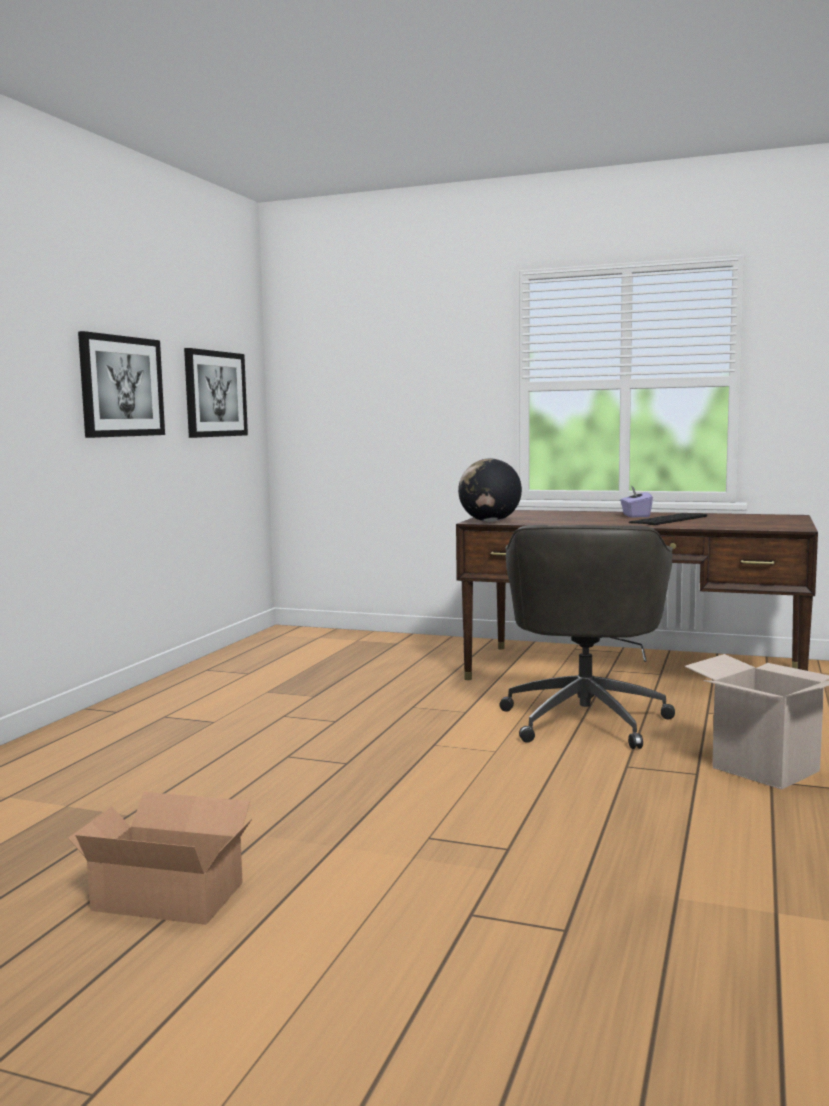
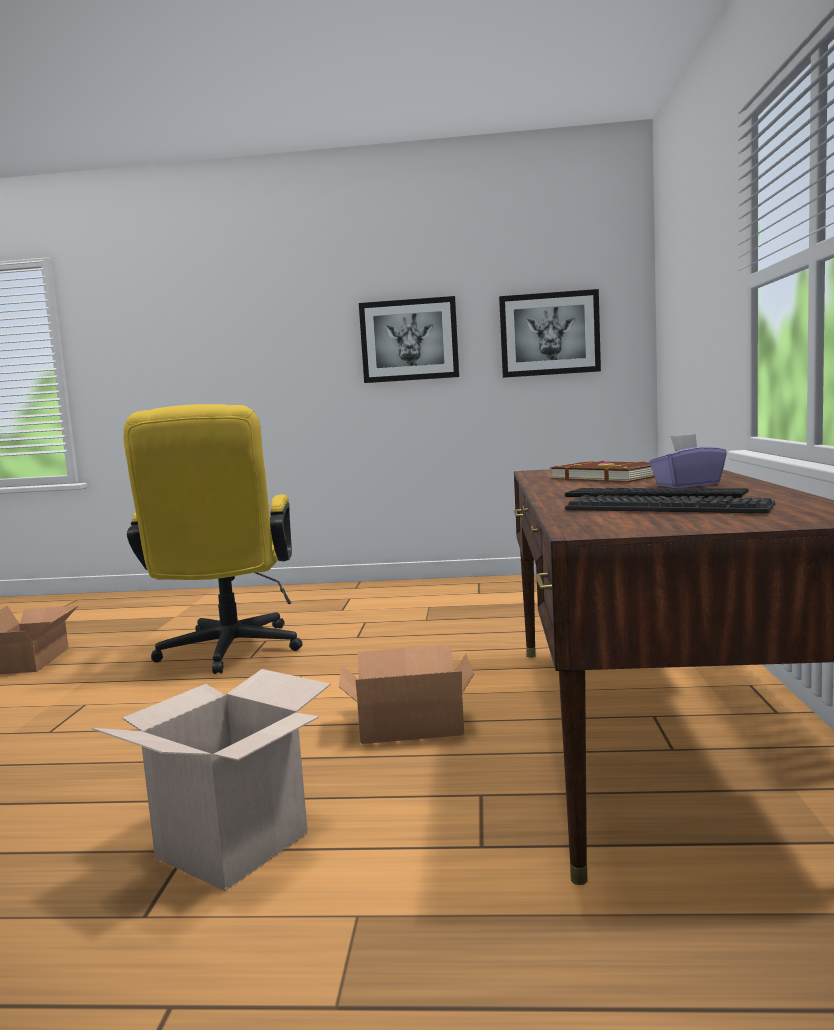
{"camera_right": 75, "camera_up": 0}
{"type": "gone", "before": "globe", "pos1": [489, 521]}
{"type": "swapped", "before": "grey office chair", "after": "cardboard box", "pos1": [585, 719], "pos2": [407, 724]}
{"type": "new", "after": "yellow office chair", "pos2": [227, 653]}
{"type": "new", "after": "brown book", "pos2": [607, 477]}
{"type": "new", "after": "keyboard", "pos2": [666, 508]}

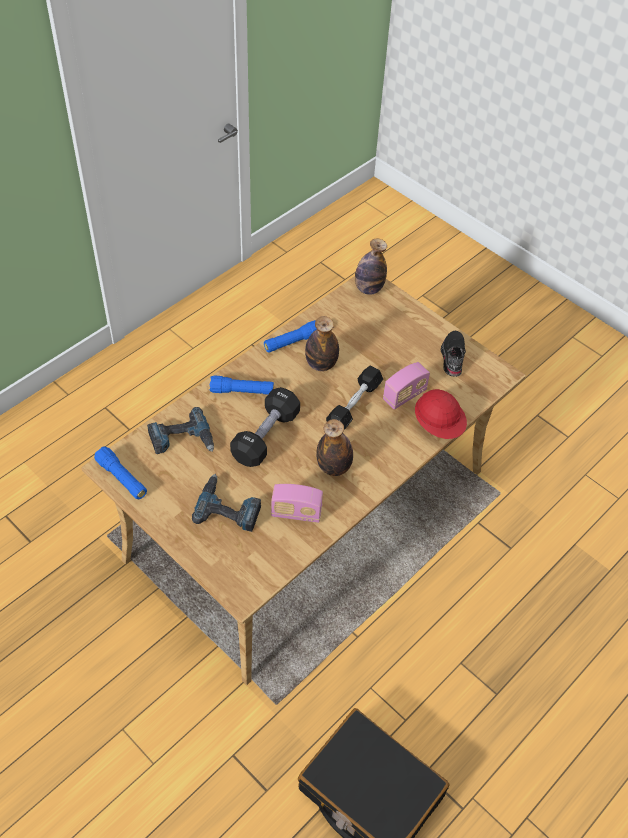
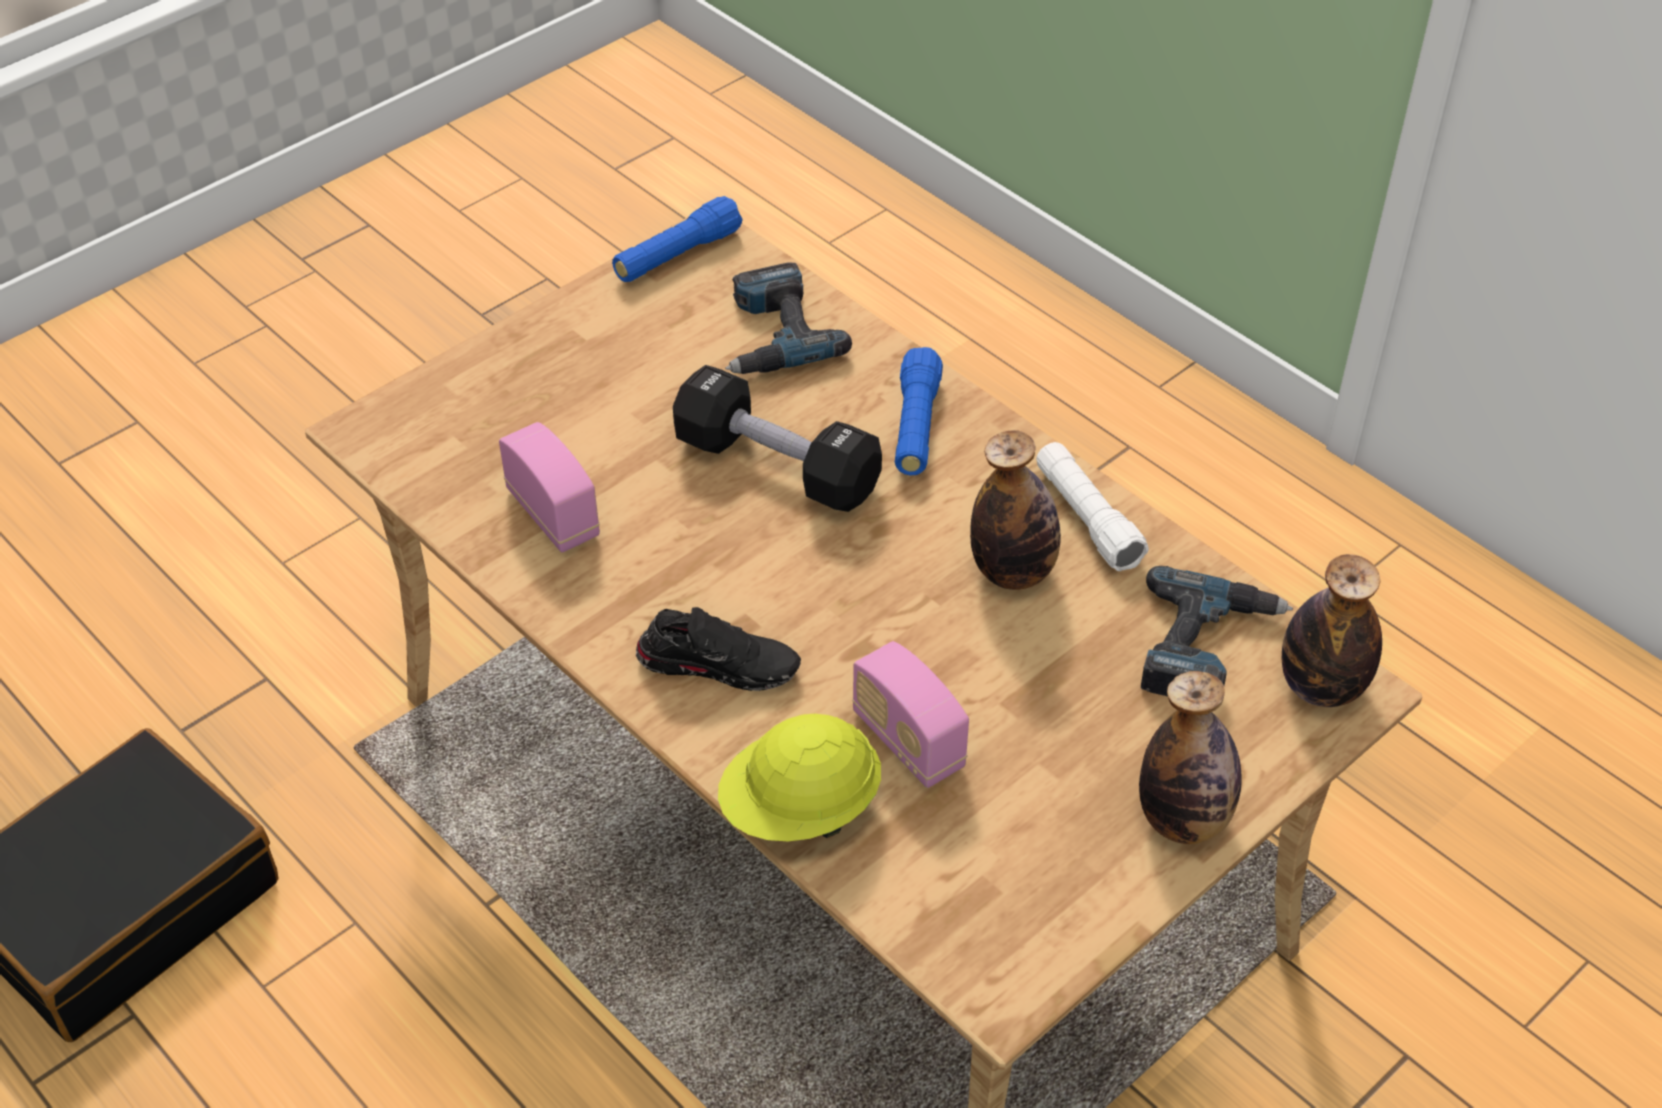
{"camera_right": 95, "camera_up": -5}
{"type": "shifted", "before": "power drill", "pos1": [229, 507], "pos2": [1206, 647]}
{"type": "repainted", "before": "blue flashlight", "after": "white flashlight", "pos1": [292, 342], "pos2": [1087, 519]}
{"type": "rotated", "before": "radio", "pos1": [296, 513], "pos2": [553, 514], "turn": 135}
{"type": "shifted", "before": "bottle", "pos1": [334, 467], "pos2": [1183, 820]}
{"type": "gone", "before": "black dumbbell", "pos1": [354, 405]}
{"type": "repainted", "before": "red hard hat", "after": "yellow hard hat", "pos1": [438, 425], "pos2": [800, 809]}
{"type": "shifted", "before": "black shoe", "pos1": [451, 357], "pos2": [719, 663]}

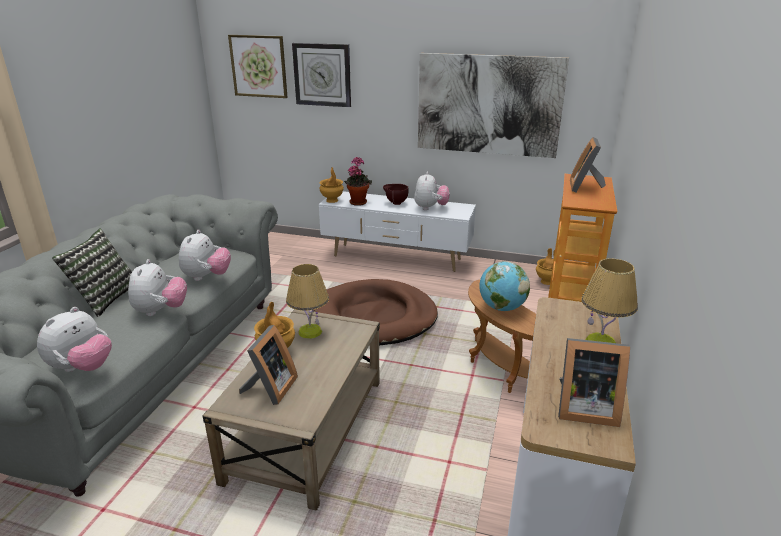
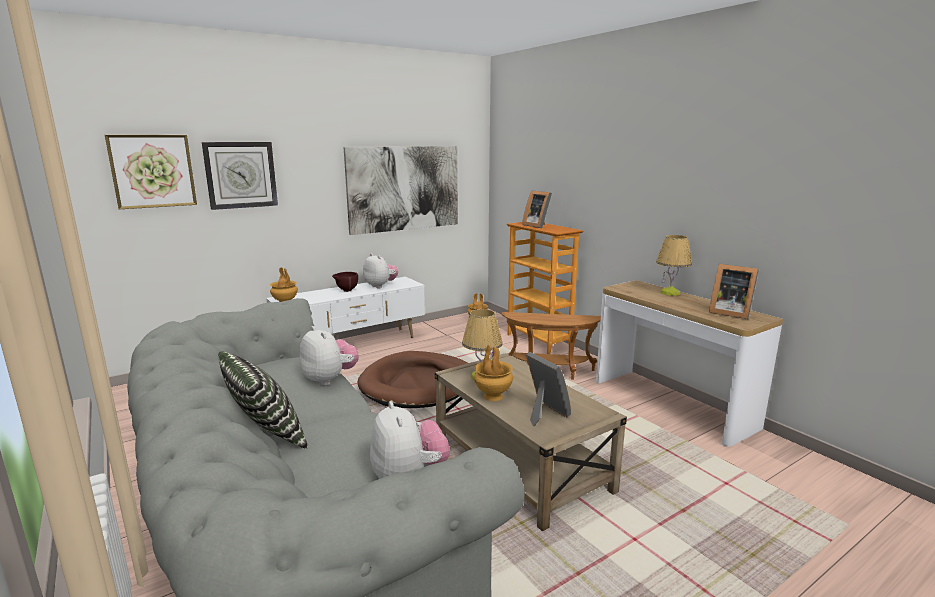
{"camera_right": -50, "camera_up": -10}
{"type": "gone", "before": "plush toy", "pos1": [161, 311]}
{"type": "gone", "before": "potted plant", "pos1": [358, 202]}
{"type": "gone", "before": "globe", "pos1": [501, 308]}
{"type": "rotated", "before": "picture frame", "pos1": [583, 408], "pos2": [729, 312], "turn": 75}

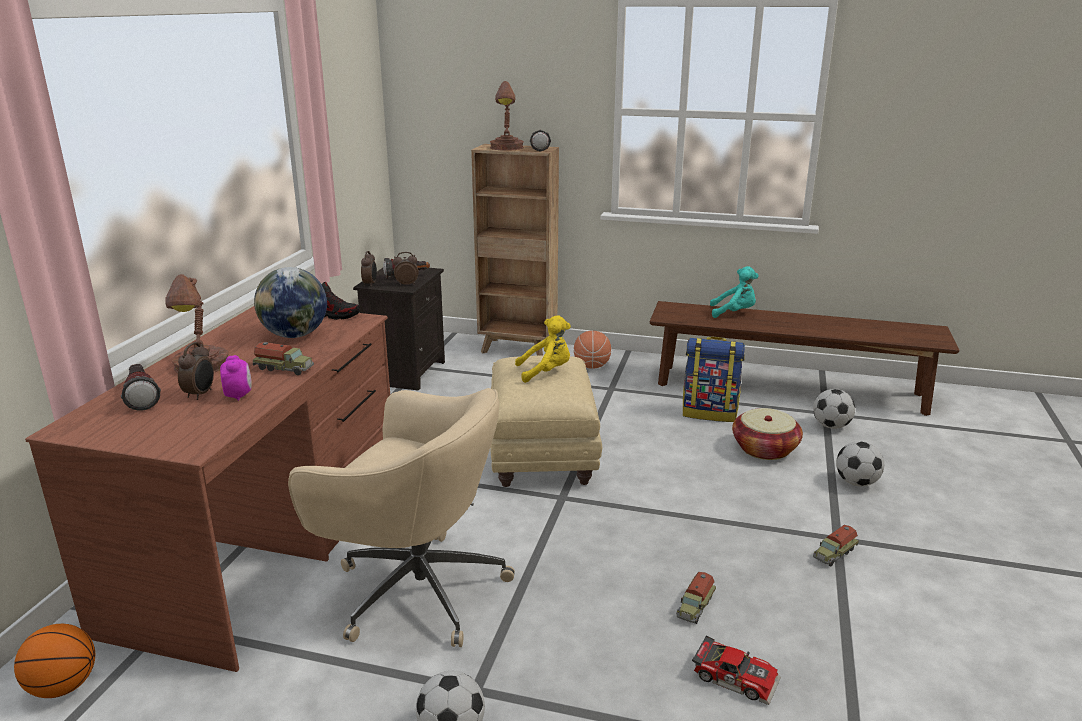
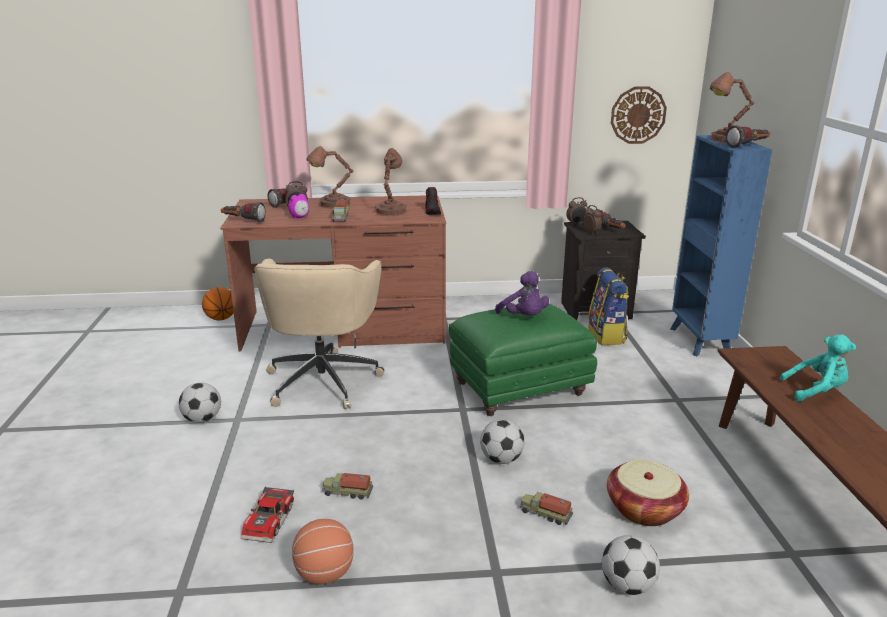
{"camera_right": 70, "camera_up": 0}
{"type": "swapped", "before": "globe", "after": "brown table lamp", "pos1": [295, 335], "pos2": [391, 210]}
{"type": "repainted", "before": "brown bookcase", "after": "blue bookcase", "pos1": [518, 349], "pos2": [700, 341]}
{"type": "repainted", "before": "beige ottoman", "after": "green ottoman", "pos1": [543, 456], "pos2": [518, 390]}
{"type": "repainted", "before": "yellow plush toy", "after": "purple plush toy", "pos1": [546, 372], "pos2": [524, 317]}
{"type": "shifted", "before": "basketball", "pos1": [592, 366], "pos2": [324, 574]}
{"type": "shifted", "before": "backpack", "pos1": [710, 412], "pos2": [607, 335]}
{"type": "rotated", "before": "turquoise plush toy", "pos1": [734, 313], "pos2": [816, 391], "turn": -75}
{"type": "shifted", "before": "football", "pos1": [831, 426], "pos2": [501, 459]}
{"type": "shifted", "before": "toy truck", "pos1": [834, 554], "pos2": [545, 514]}
{"type": "new", "after": "flashlight", "pos2": [243, 221]}
{"type": "new", "after": "wall clock", "pos2": [638, 115]}

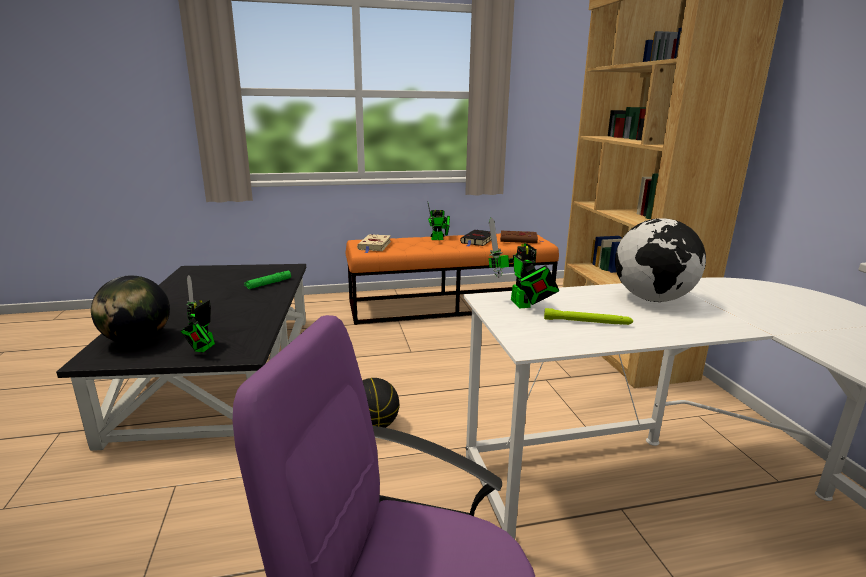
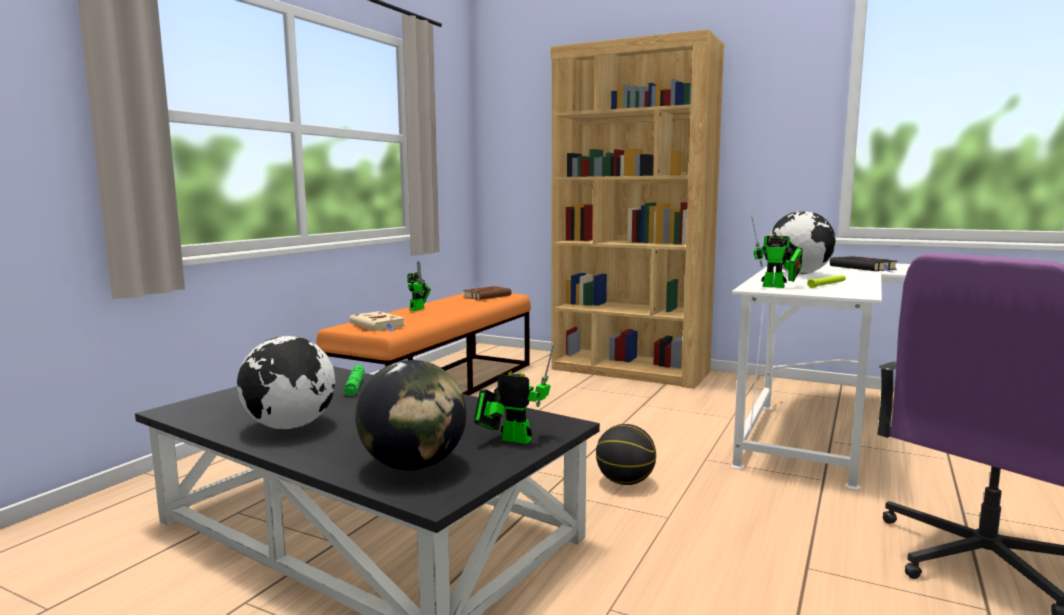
{"camera_right": -50, "camera_up": -10}
{"type": "rotated", "before": "toy robot", "pos1": [202, 349], "pos2": [511, 439], "turn": 150}
{"type": "shifted", "before": "black book", "pos1": [477, 241], "pos2": [864, 268]}
{"type": "new", "after": "globe", "pos2": [290, 427]}

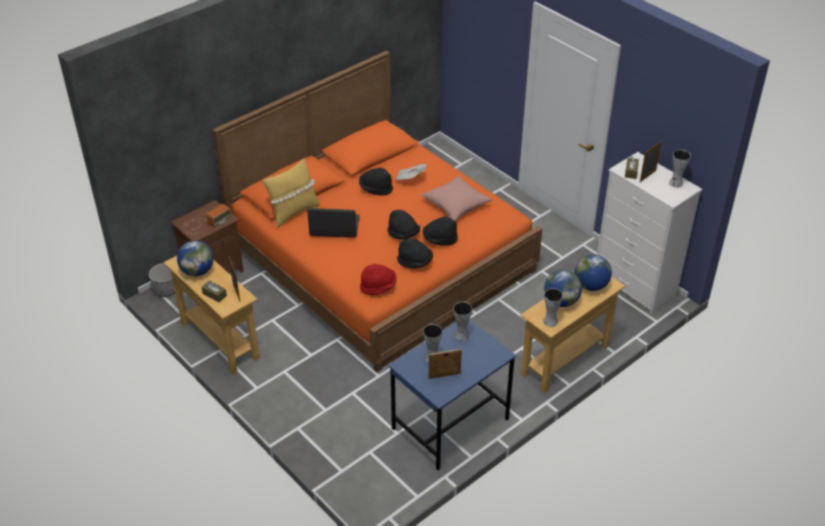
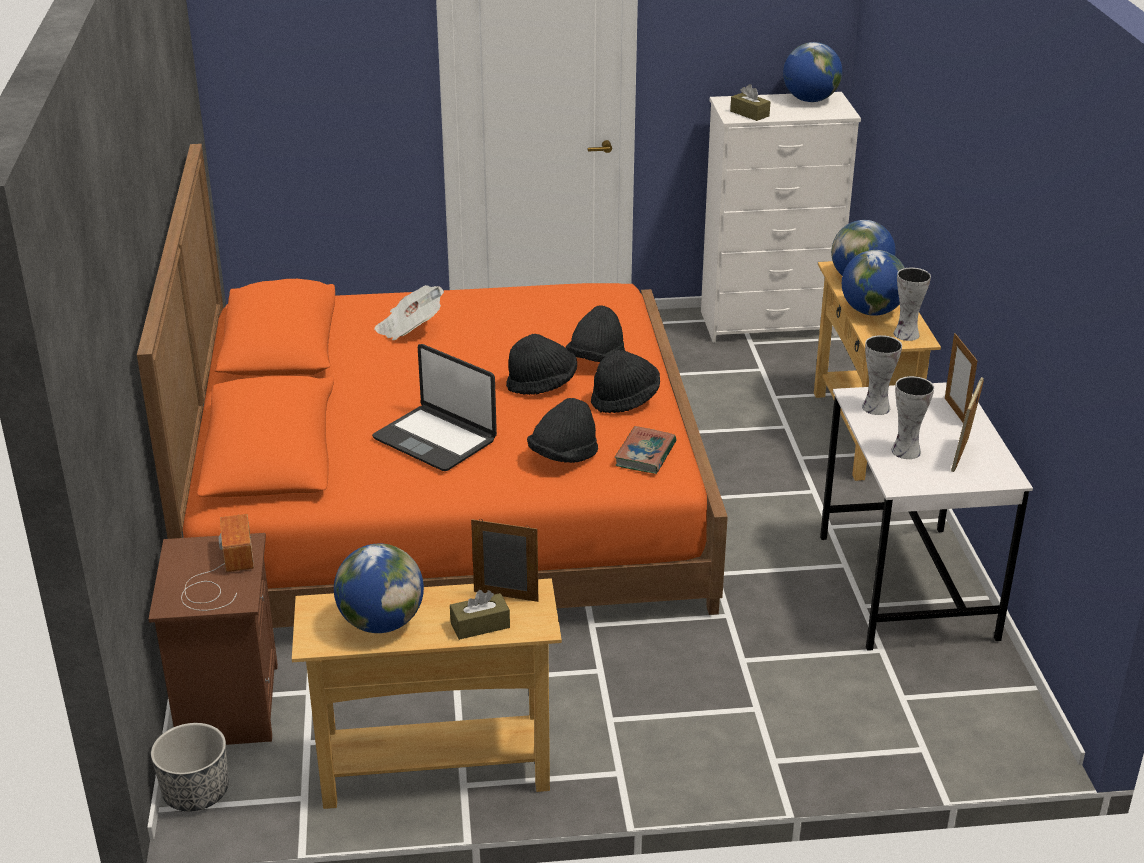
{"camera_right": -55, "camera_up": -10}
{"type": "gone", "before": "yellow pillow", "pos1": [293, 212]}
{"type": "rotated", "before": "laptop", "pos1": [334, 227], "pos2": [435, 439], "turn": -90}
{"type": "shifted", "before": "black hat", "pos1": [375, 189], "pos2": [563, 456]}
{"type": "swapped", "before": "red hat", "after": "book", "pos1": [378, 287], "pos2": [645, 454]}
{"type": "repainted", "before": "blue desk", "after": "white desk", "pos1": [450, 424], "pos2": [907, 588]}
{"type": "gone", "before": "pink pillow", "pos1": [456, 205]}
{"type": "shifted", "before": "picture frame", "pos1": [647, 176], "pos2": [955, 412]}
{"type": "swapped", "before": "vase", "after": "globe", "pos1": [675, 183], "pos2": [810, 100]}

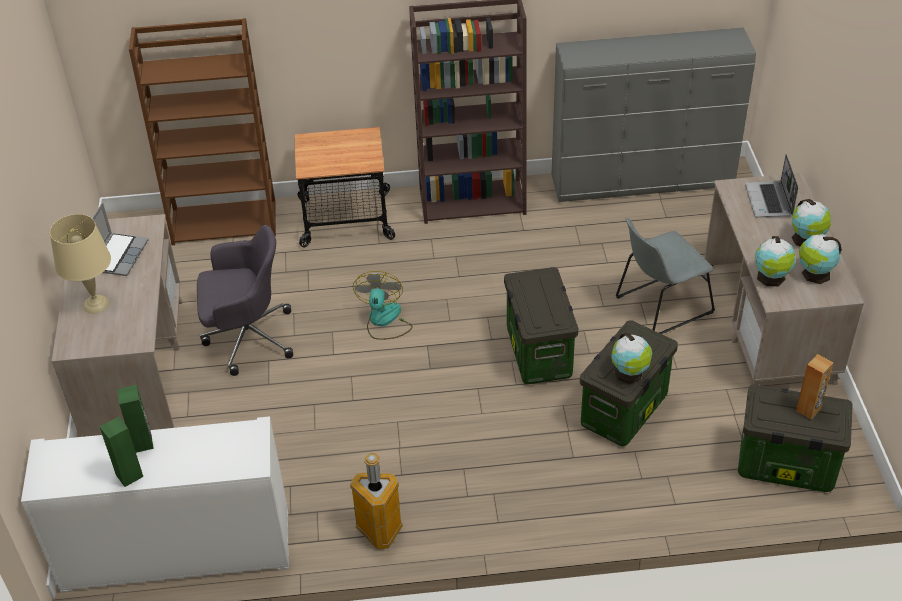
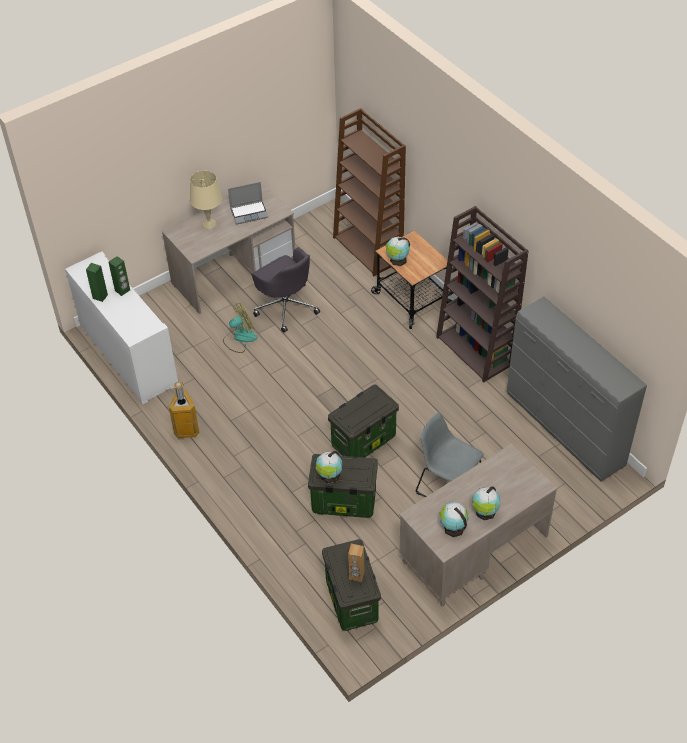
{"camera_right": 60, "camera_up": 5}
{"type": "shifted", "before": "fan", "pos1": [384, 321], "pos2": [239, 338]}
{"type": "gone", "before": "laptop", "pos1": [769, 201]}
{"type": "shifted", "before": "globe", "pos1": [771, 278], "pos2": [397, 260]}

